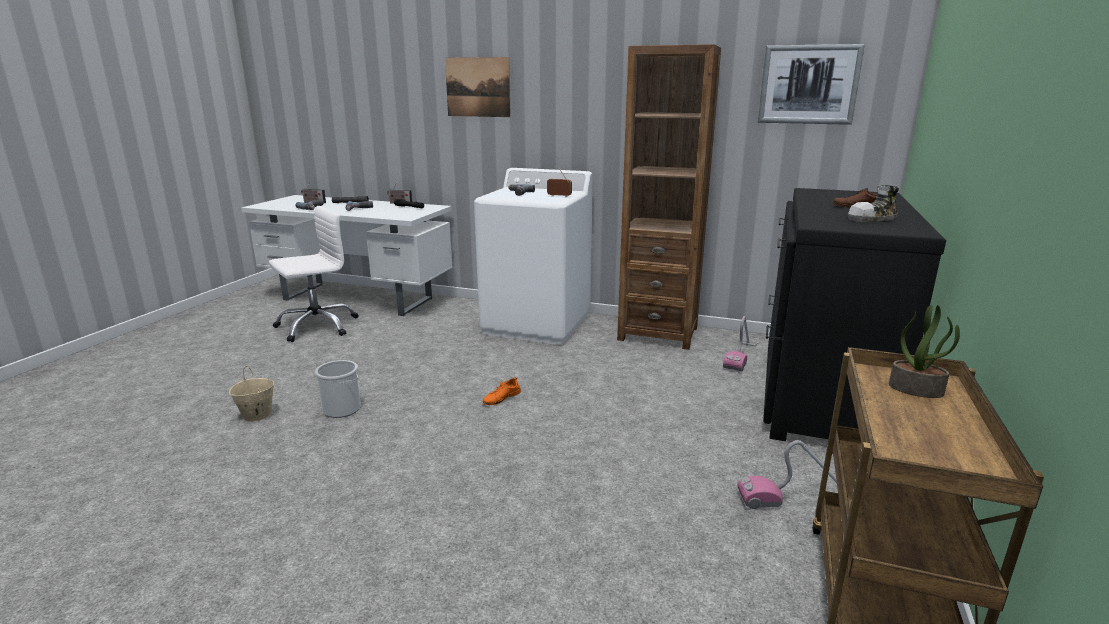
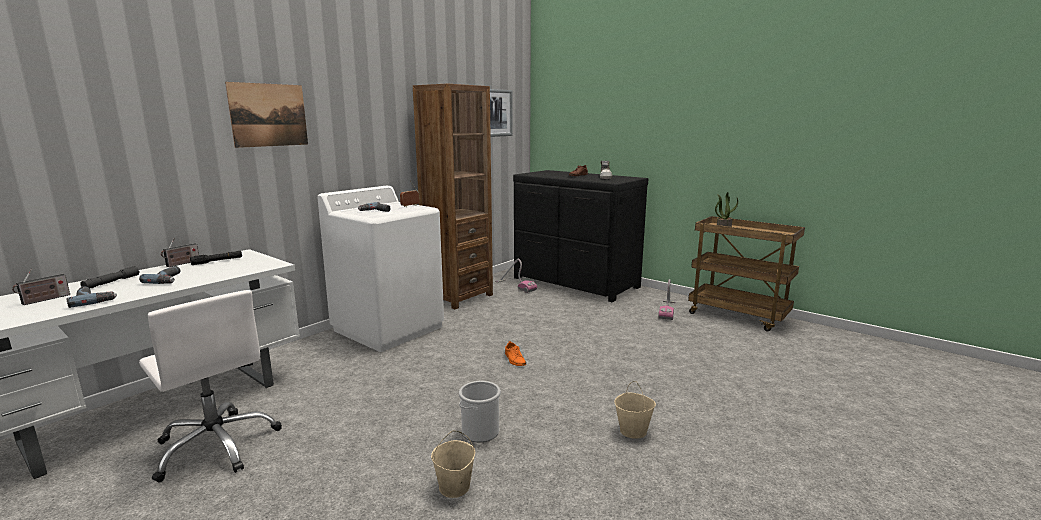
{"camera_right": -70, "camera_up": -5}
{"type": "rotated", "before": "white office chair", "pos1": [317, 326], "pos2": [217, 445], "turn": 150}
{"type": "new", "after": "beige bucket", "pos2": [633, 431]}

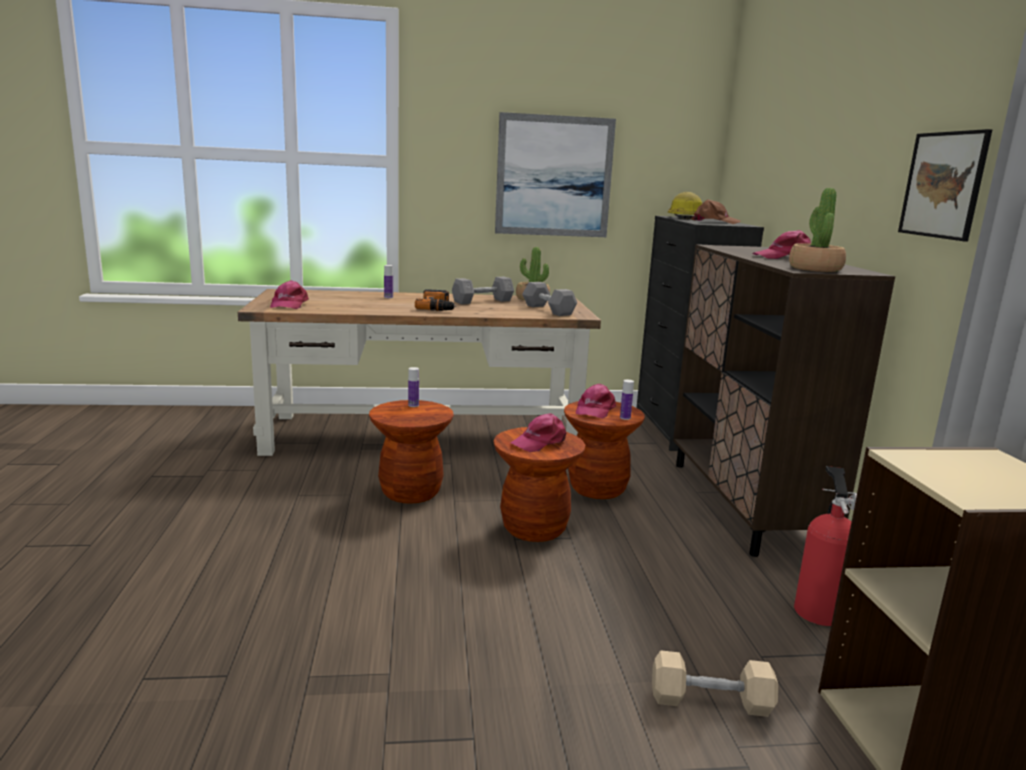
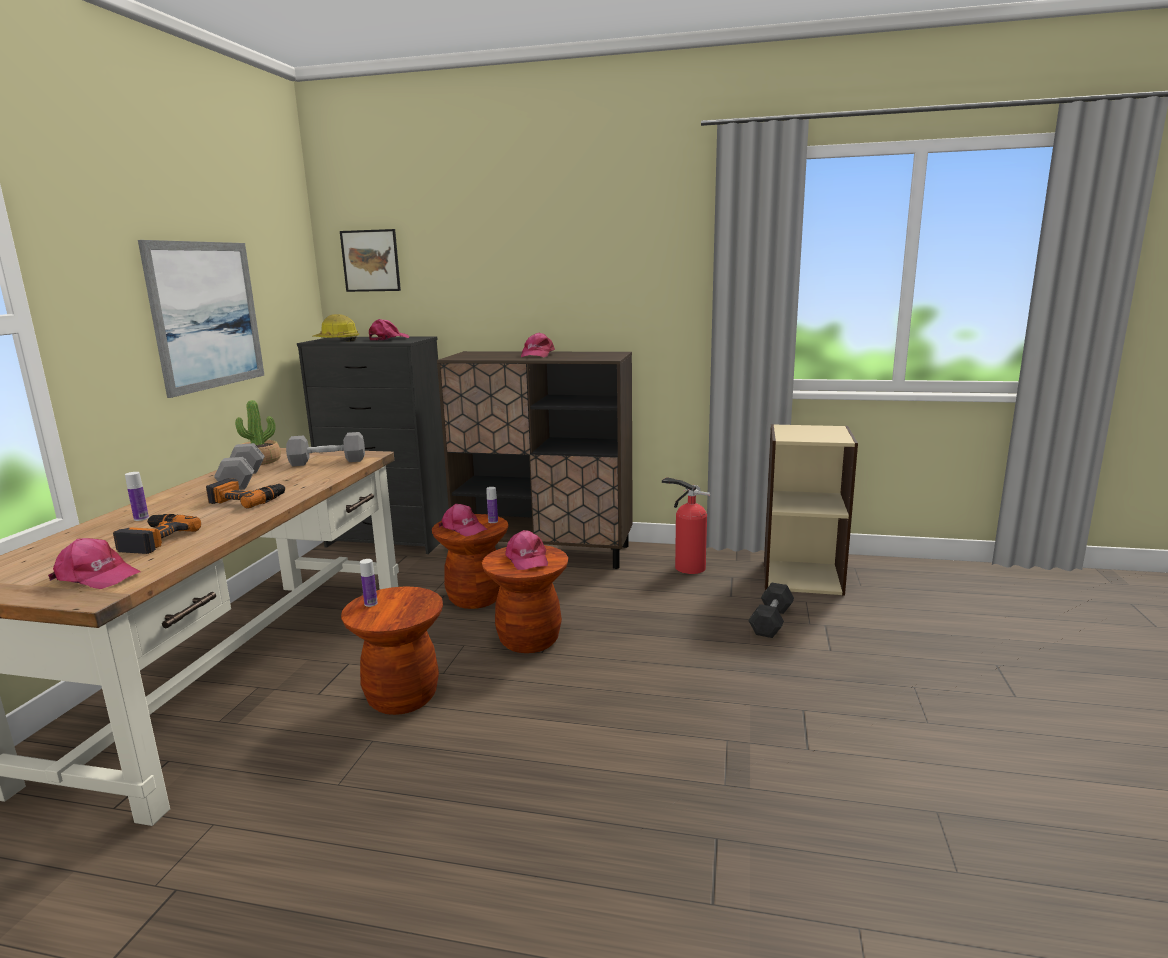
{"camera_right": -70, "camera_up": 0}
{"type": "repainted", "before": "beige dumbbell", "after": "black dumbbell", "pos1": [710, 701], "pos2": [771, 621]}
{"type": "repainted", "before": "brown cap", "after": "pink cap", "pos1": [714, 222], "pos2": [388, 339]}
{"type": "gone", "before": "potted plant", "pos1": [815, 269]}
{"type": "shifted", "before": "picture", "pos1": [943, 185], "pos2": [371, 261]}
{"type": "new", "after": "power drill", "pos2": [154, 539]}

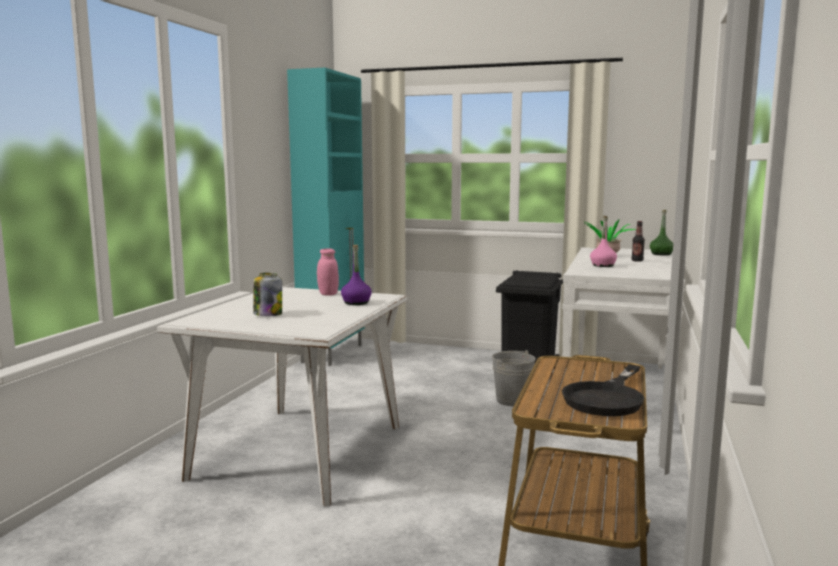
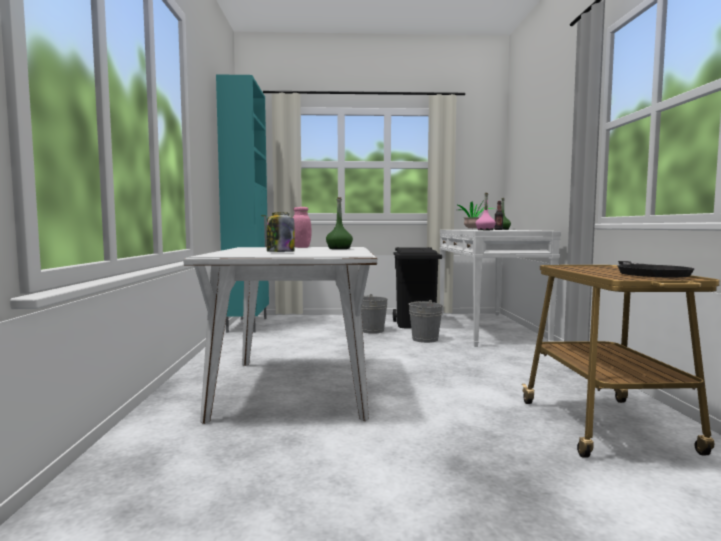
{"camera_right": -20, "camera_up": -5}
{"type": "repainted", "before": "purple bottle", "after": "green bottle", "pos1": [356, 303], "pos2": [339, 248]}
{"type": "new", "after": "grey bucket", "pos2": [372, 330]}

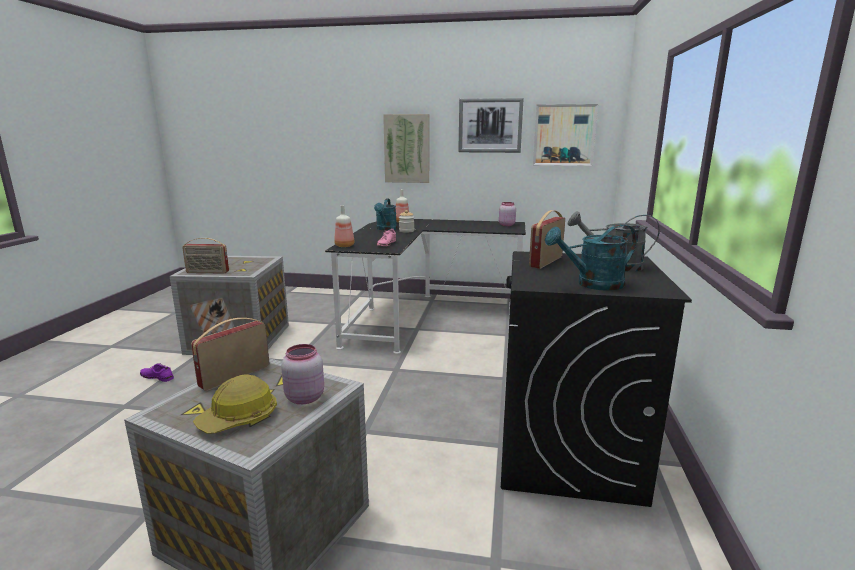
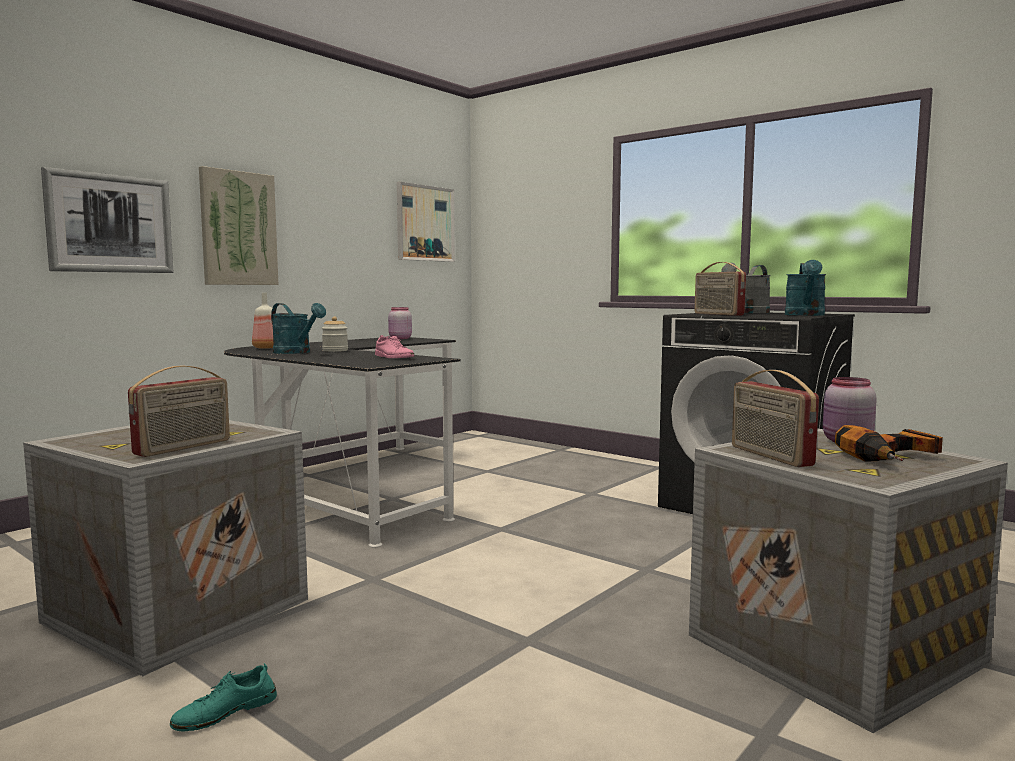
{"camera_right": -60, "camera_up": -10}
{"type": "repainted", "before": "purple shoe", "after": "turquoise shoe", "pos1": [157, 377], "pos2": [225, 712]}
{"type": "swapped", "before": "hard hat", "after": "power drill", "pos1": [239, 418], "pos2": [894, 459]}
{"type": "gone", "before": "bottle", "pos1": [345, 245]}
{"type": "shifted", "before": "picture", "pos1": [490, 125], "pos2": [110, 223]}

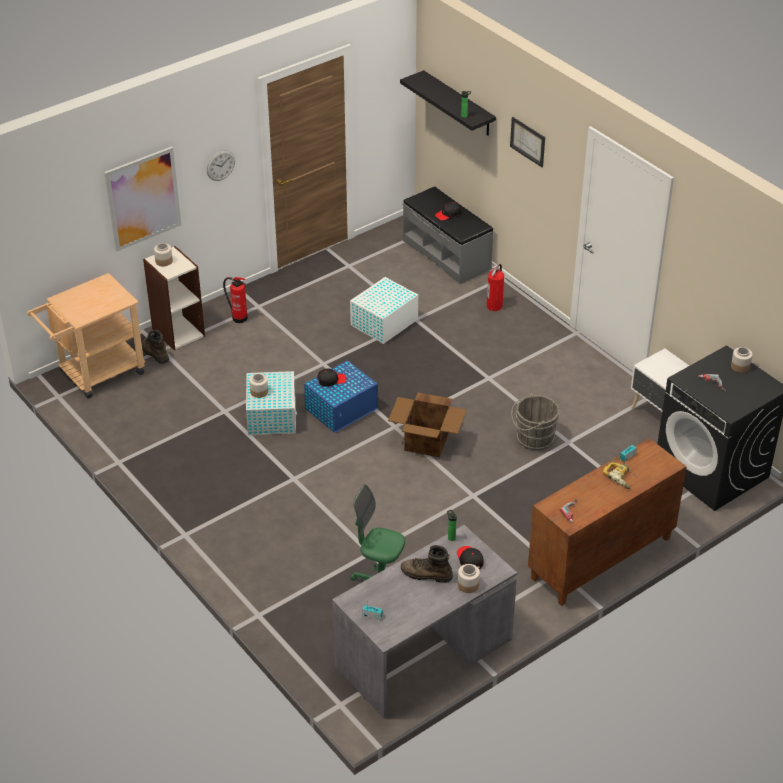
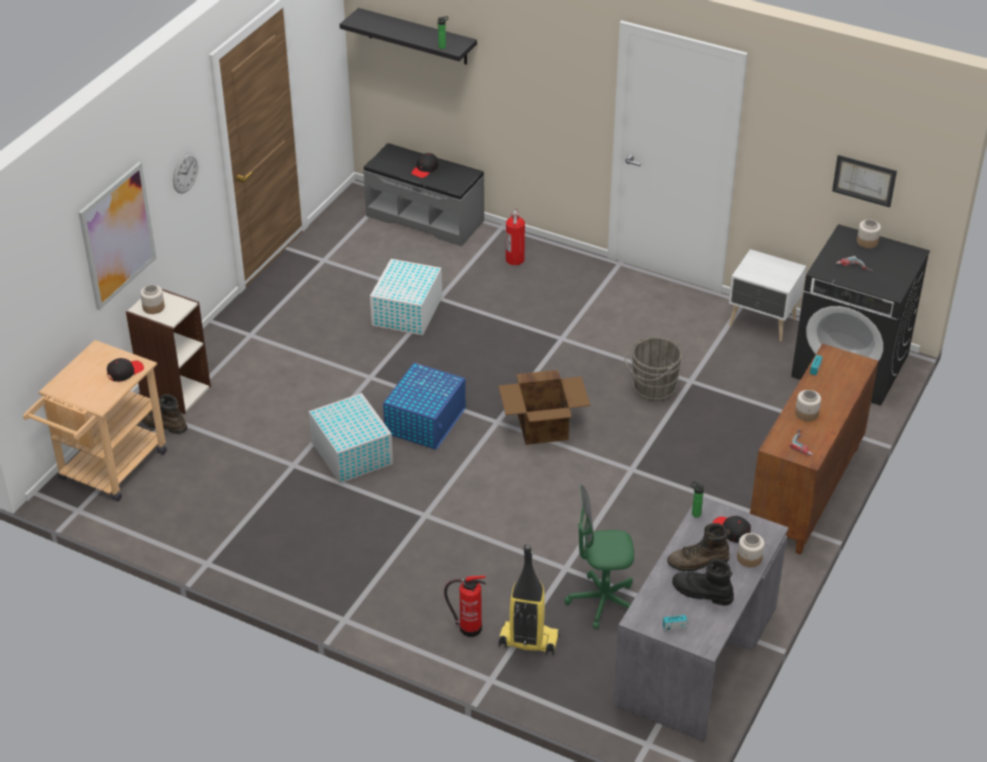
{"camera_right": -25, "camera_up": 0}
{"type": "shifted", "before": "fire extinguisher", "pos1": [238, 317], "pos2": [468, 628]}
{"type": "shifted", "before": "jar", "pos1": [259, 392], "pos2": [807, 414]}
{"type": "shifted", "before": "black cap", "pos1": [331, 380], "pos2": [125, 372]}
{"type": "shifted", "before": "picture", "pos1": [528, 141], "pos2": [864, 180]}
{"type": "gone", "before": "power drill", "pos1": [621, 476]}
{"type": "new", "after": "vacuum cleaner", "pos2": [528, 641]}
{"type": "new", "after": "black boot", "pos2": [702, 593]}

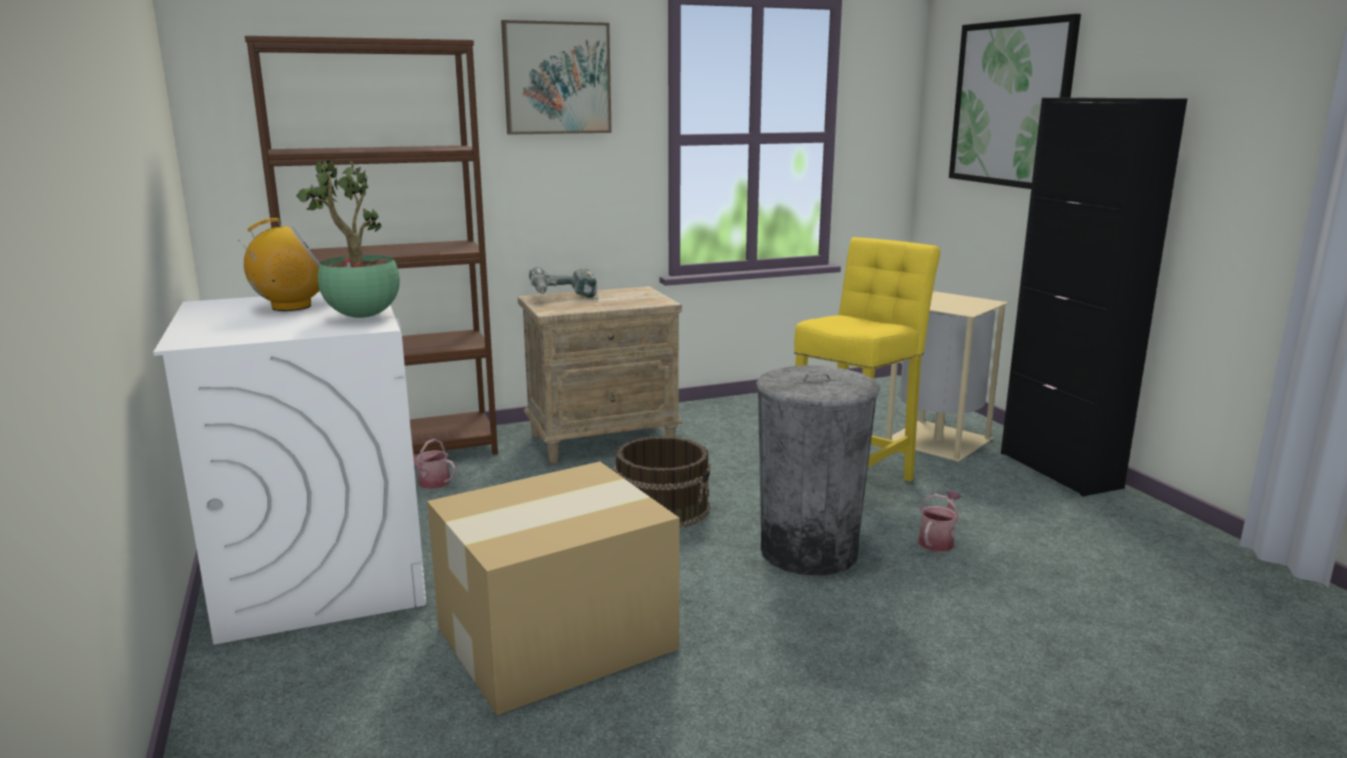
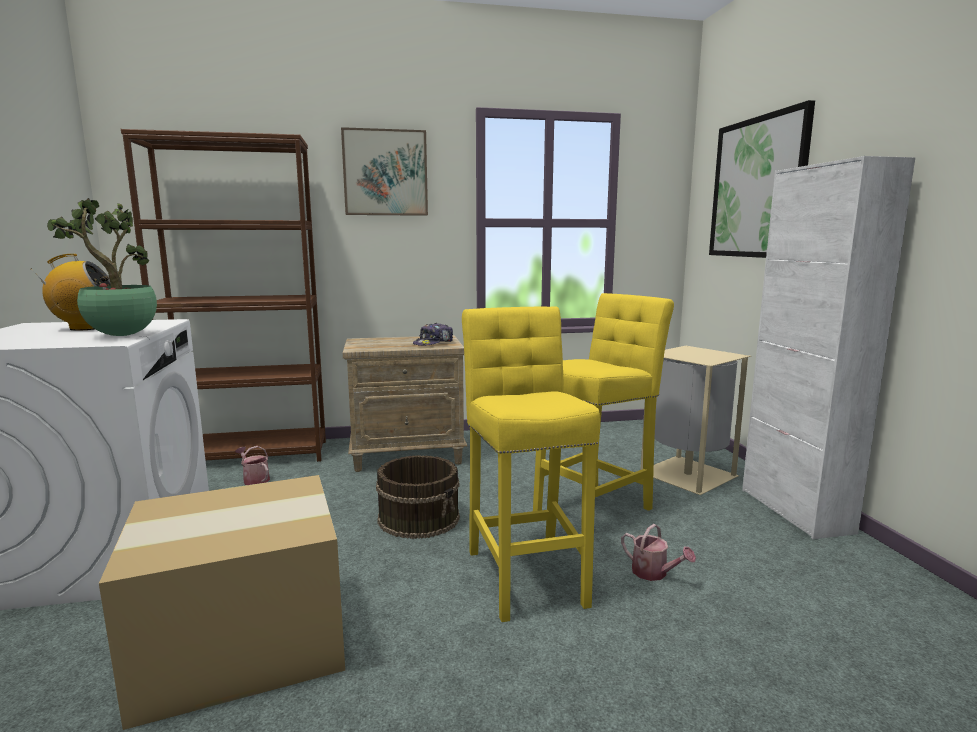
{"camera_right": 10, "camera_up": -5}
{"type": "gone", "before": "power drill", "pos1": [564, 298]}
{"type": "swapped", "before": "grey trash can", "after": "yellow stool", "pos1": [809, 551], "pos2": [525, 572]}
{"type": "rotated", "before": "watering can", "pos1": [938, 540], "pos2": [654, 573], "turn": 90}
{"type": "repainted", "before": "black cabinet", "after": "white cabinet", "pos1": [1059, 470], "pos2": [795, 510]}
{"type": "new", "after": "cap", "pos2": [434, 343]}

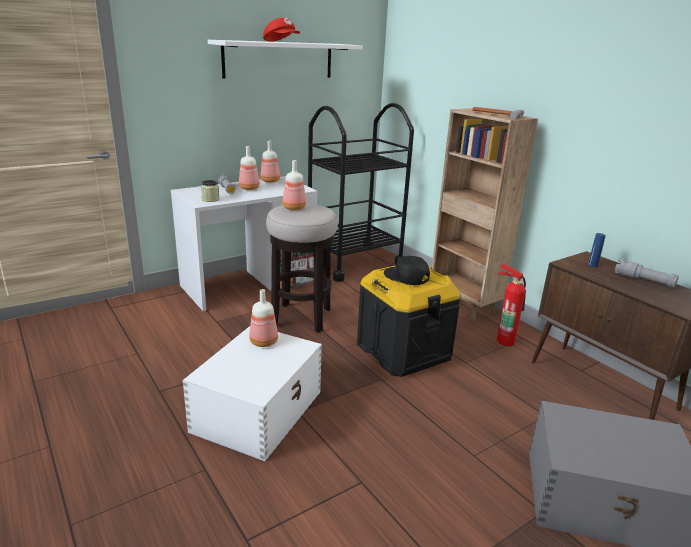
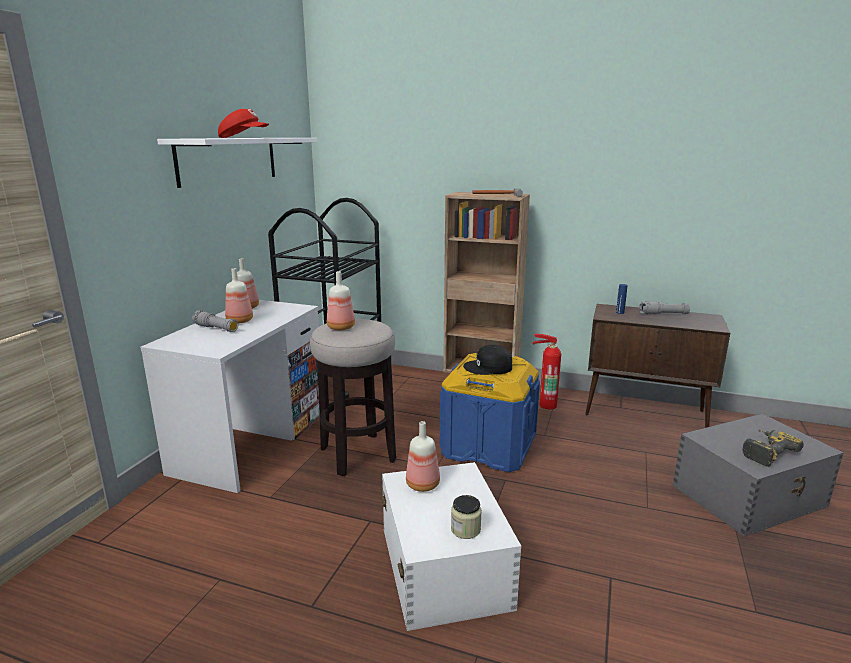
{"camera_right": -35, "camera_up": -5}
{"type": "shifted", "before": "jar", "pos1": [210, 199], "pos2": [465, 529]}
{"type": "repainted", "before": "black storage box", "after": "blue storage box", "pos1": [403, 351], "pos2": [488, 446]}
{"type": "new", "after": "power drill", "pos2": [765, 452]}

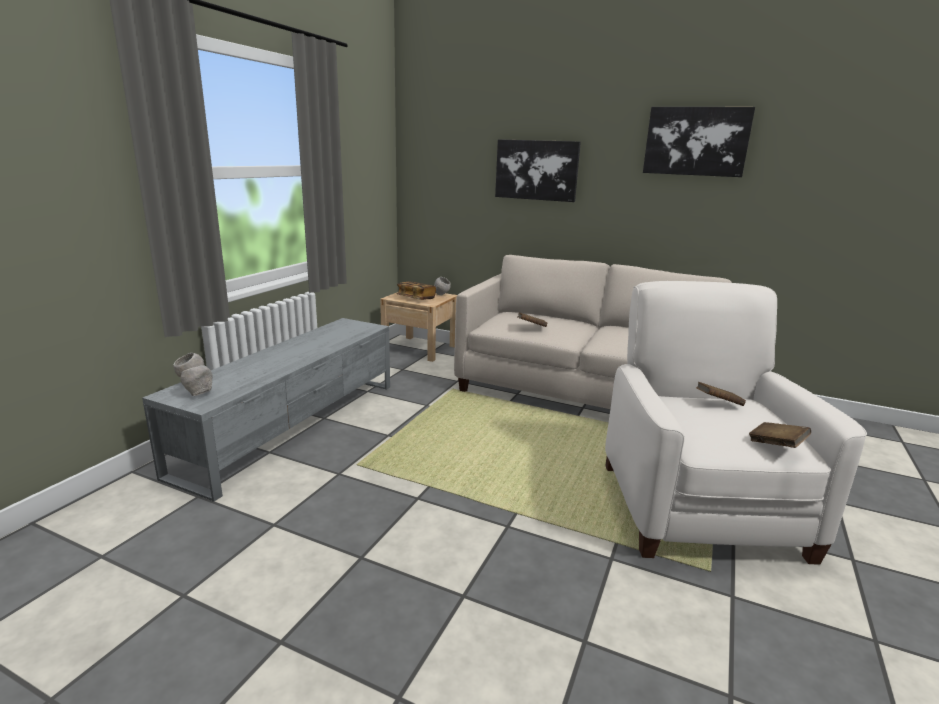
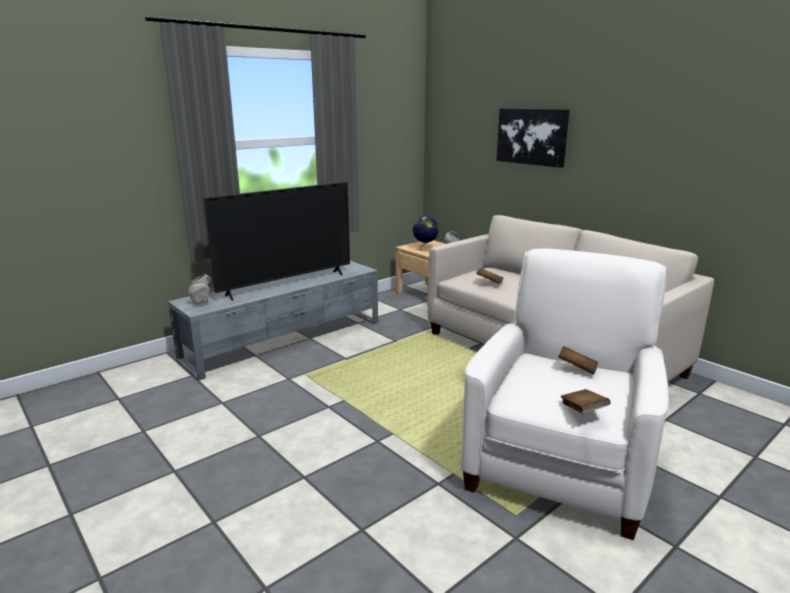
{"camera_right": 25, "camera_up": 0}
{"type": "swapped", "before": "book", "after": "globe", "pos1": [416, 298], "pos2": [425, 249]}
{"type": "gone", "before": "picture", "pos1": [696, 141]}
{"type": "new", "after": "television", "pos2": [287, 284]}

